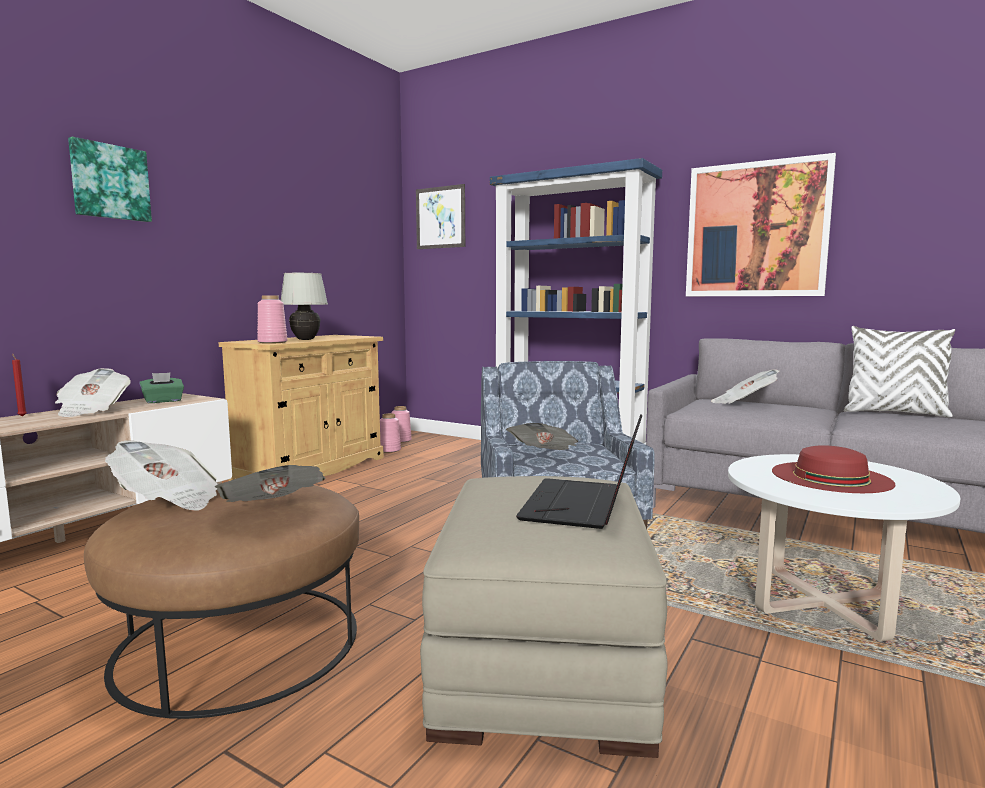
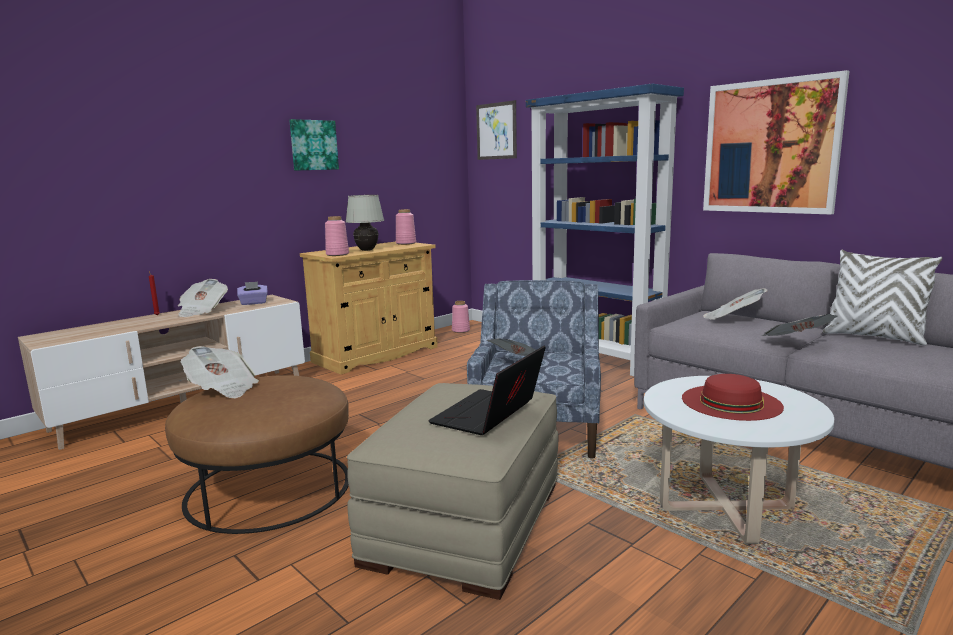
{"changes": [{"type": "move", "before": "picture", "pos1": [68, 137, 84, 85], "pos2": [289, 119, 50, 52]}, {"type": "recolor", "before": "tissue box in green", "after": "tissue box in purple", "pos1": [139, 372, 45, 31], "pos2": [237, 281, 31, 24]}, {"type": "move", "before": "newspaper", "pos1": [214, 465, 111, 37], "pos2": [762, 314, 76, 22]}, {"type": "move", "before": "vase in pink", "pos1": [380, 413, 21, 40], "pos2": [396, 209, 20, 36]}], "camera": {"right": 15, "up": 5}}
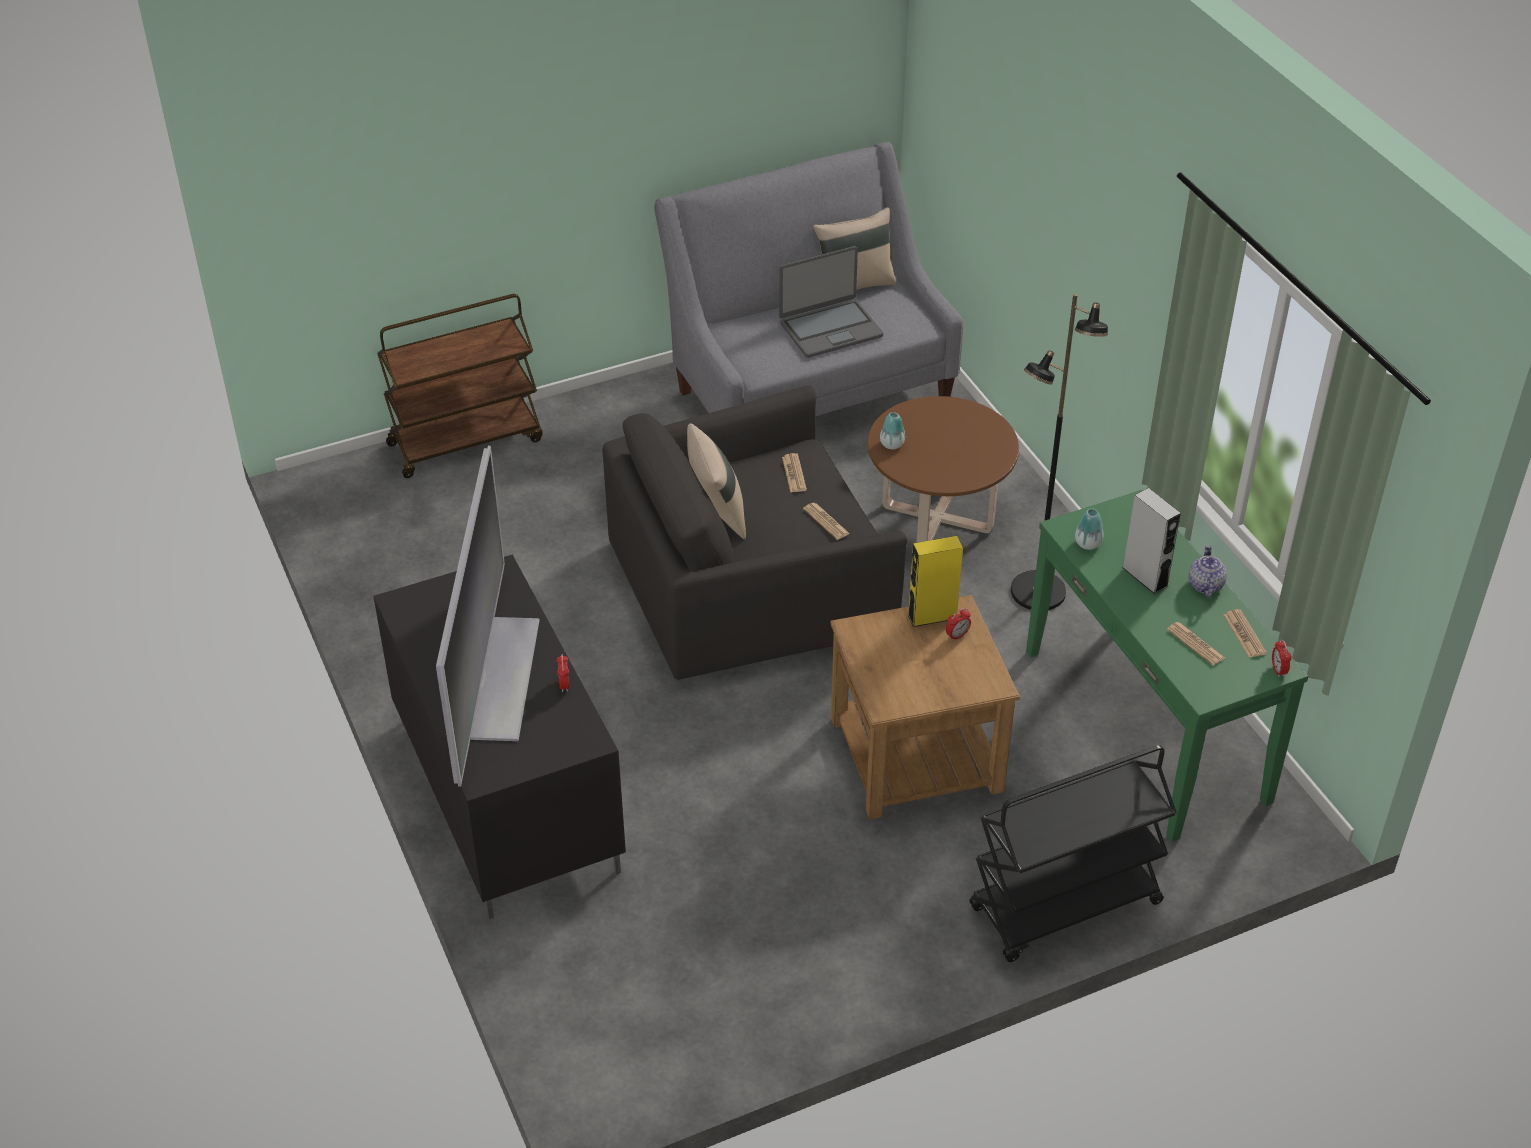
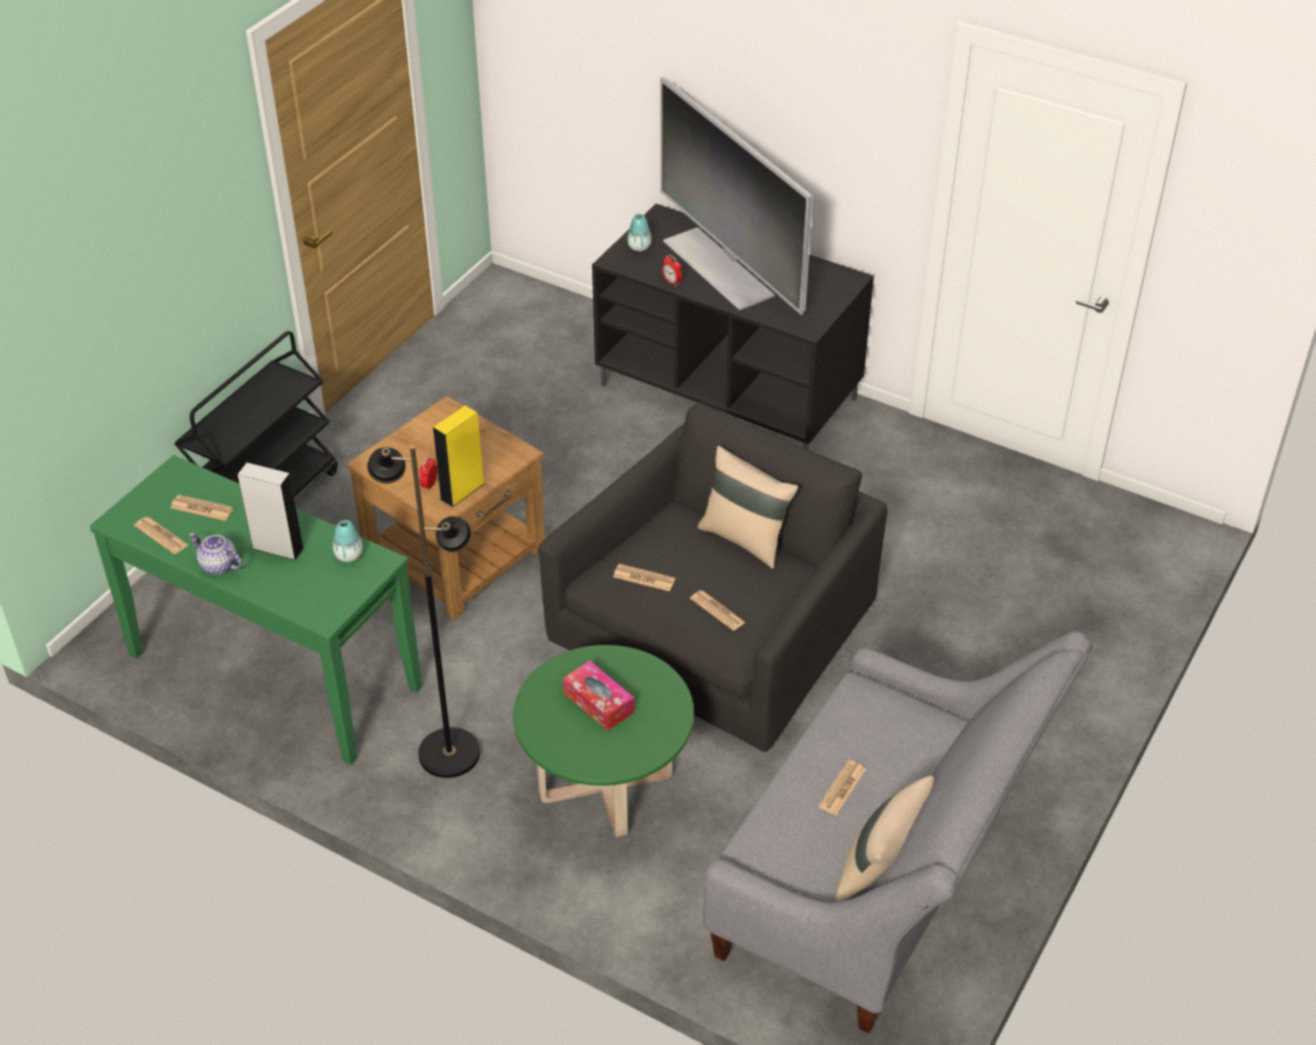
{"changes": [{"type": "delete", "before": "cart in brown", "pos1": [377, 294, 166, 184]}, {"type": "replace", "before": "laptop", "after": "newspaper", "pos1": [779, 246, 104, 112], "pos2": [818, 760, 48, 56]}, {"type": "recolor", "before": "coffee table in brown", "after": "coffee table in green", "pos1": [868, 396, 151, 147], "pos2": [513, 645, 181, 192]}, {"type": "move", "before": "vase", "pos1": [880, 412, 25, 37], "pos2": [627, 214, 24, 37]}, {"type": "rotate", "before": "teapot", "pos1": [1189, 545, 38, 52], "pos2": [189, 533, 53, 42], "turn": 150}, {"type": "delete", "before": "alarm clock", "pos1": [1272, 640, 20, 37]}, {"type": "insert", "after": "tissue box", "pos2": [563, 660, 71, 71]}], "camera": {"right": 145, "up": 0}}
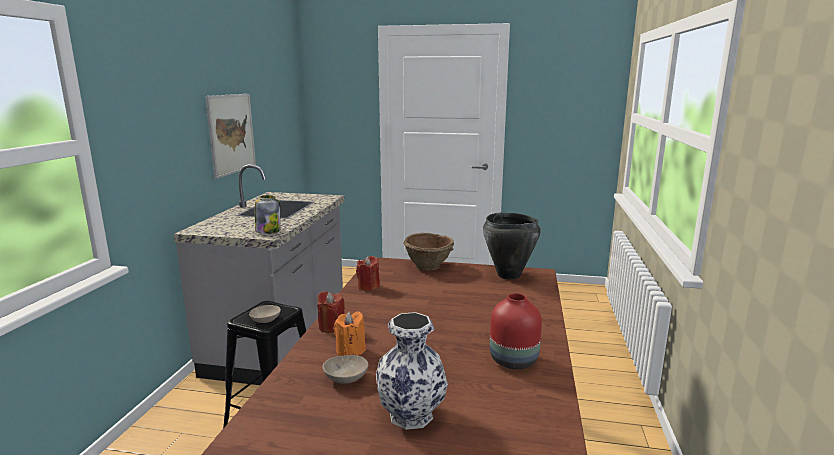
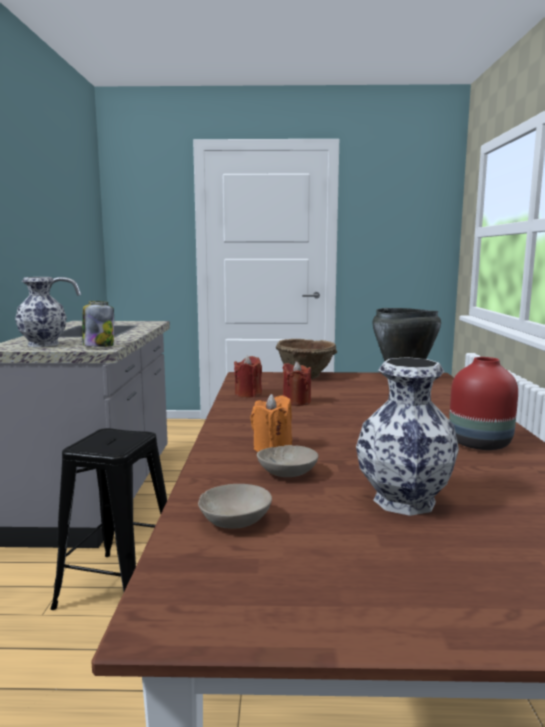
{"changes": [{"type": "delete", "before": "picture", "pos1": [205, 94, 51, 85]}, {"type": "move", "before": "bowl in beige", "pos1": [249, 305, 32, 18], "pos2": [198, 484, 74, 44]}, {"type": "move", "before": "candle in red", "pos1": [317, 291, 28, 42], "pos2": [283, 361, 28, 45]}, {"type": "insert", "after": "vase", "pos2": [15, 277, 52, 70]}], "camera": {"right": -10, "up": -5}}
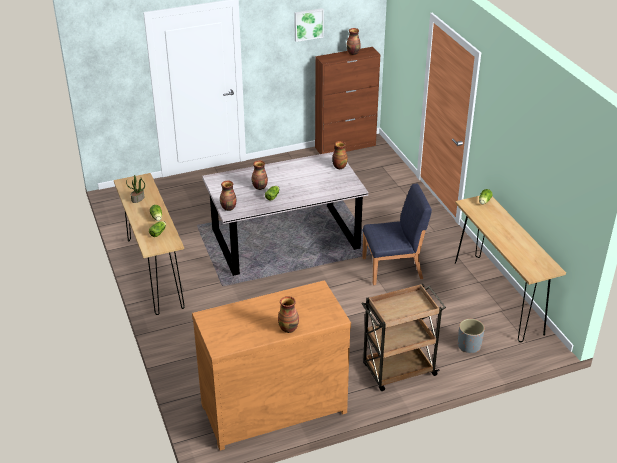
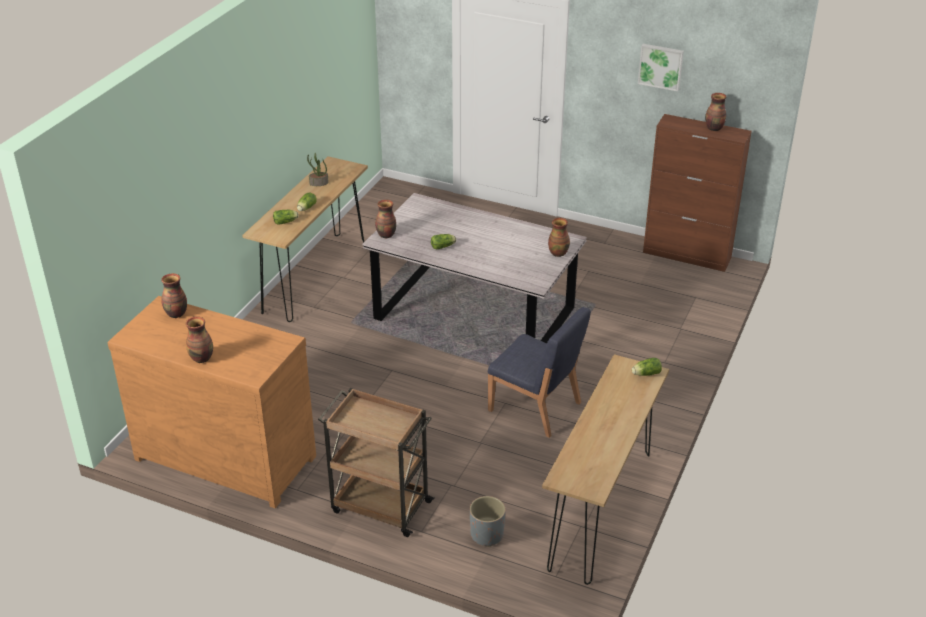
{"changes": [{"type": "move", "before": "vase", "pos1": [251, 160, 17, 30], "pos2": [161, 273, 26, 45]}], "camera": {"right": 45, "up": 0}}
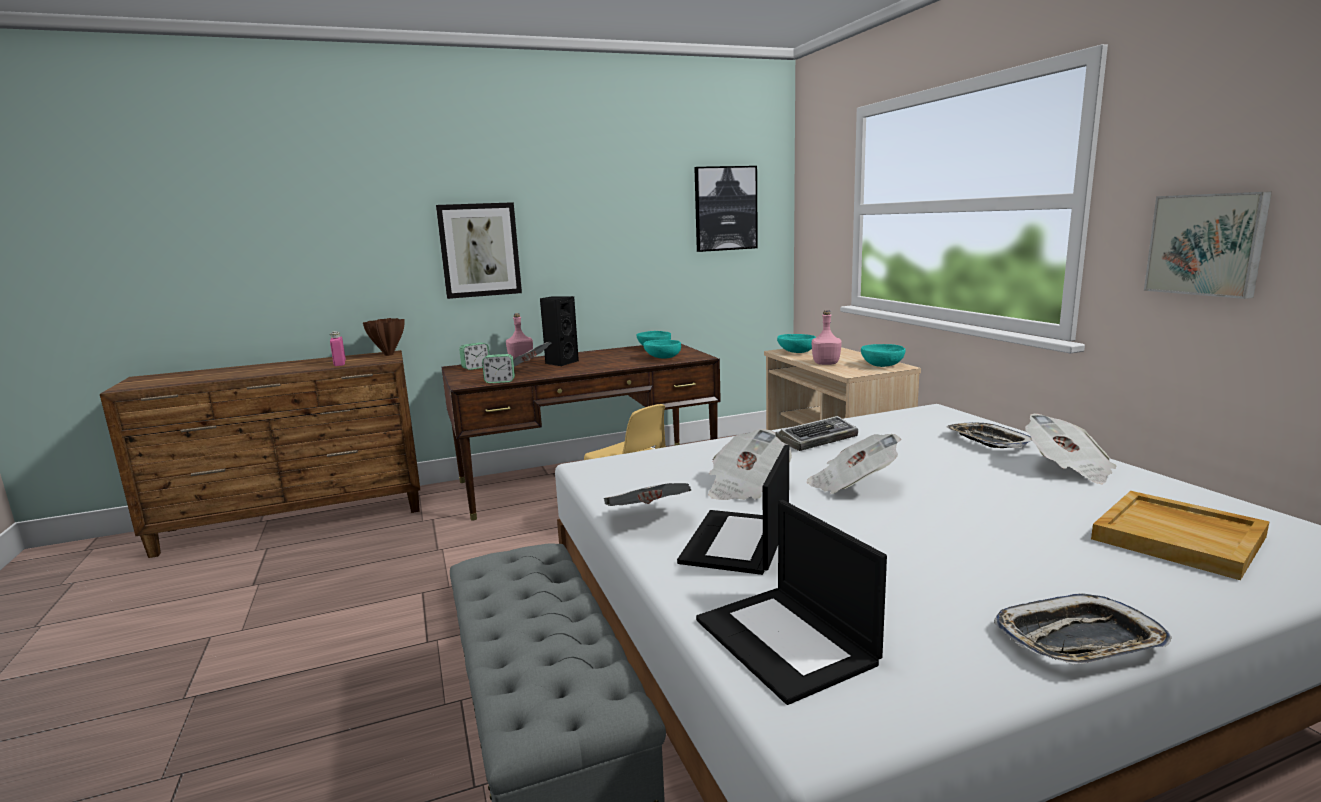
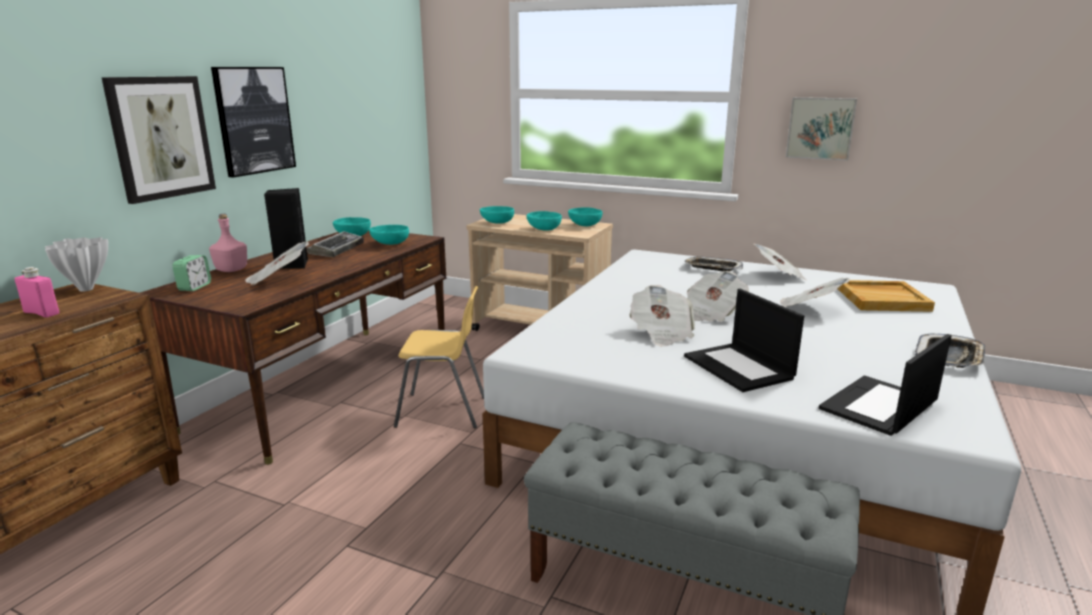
{"changes": [{"type": "recolor", "before": "vase in brown", "after": "vase in white", "pos1": [363, 318, 42, 38], "pos2": [45, 237, 63, 55]}, {"type": "delete", "before": "alarm clock", "pos1": [482, 354, 33, 29]}, {"type": "move", "before": "newspaper", "pos1": [604, 483, 87, 23], "pos2": [780, 277, 70, 30]}, {"type": "move", "before": "picture", "pos1": [694, 166, 64, 86], "pos2": [211, 67, 85, 111]}, {"type": "rotate", "before": "laptop", "pos1": [696, 500, 191, 205], "pos2": [819, 334, 132, 102], "turn": 120}, {"type": "move", "before": "keyboard", "pos1": [775, 416, 83, 35], "pos2": [307, 231, 57, 26]}, {"type": "replace", "before": "bottle in pink", "after": "bowl in turquoise", "pos1": [812, 310, 29, 55], "pos2": [527, 211, 35, 20]}], "camera": {"right": -45, "up": 5}}
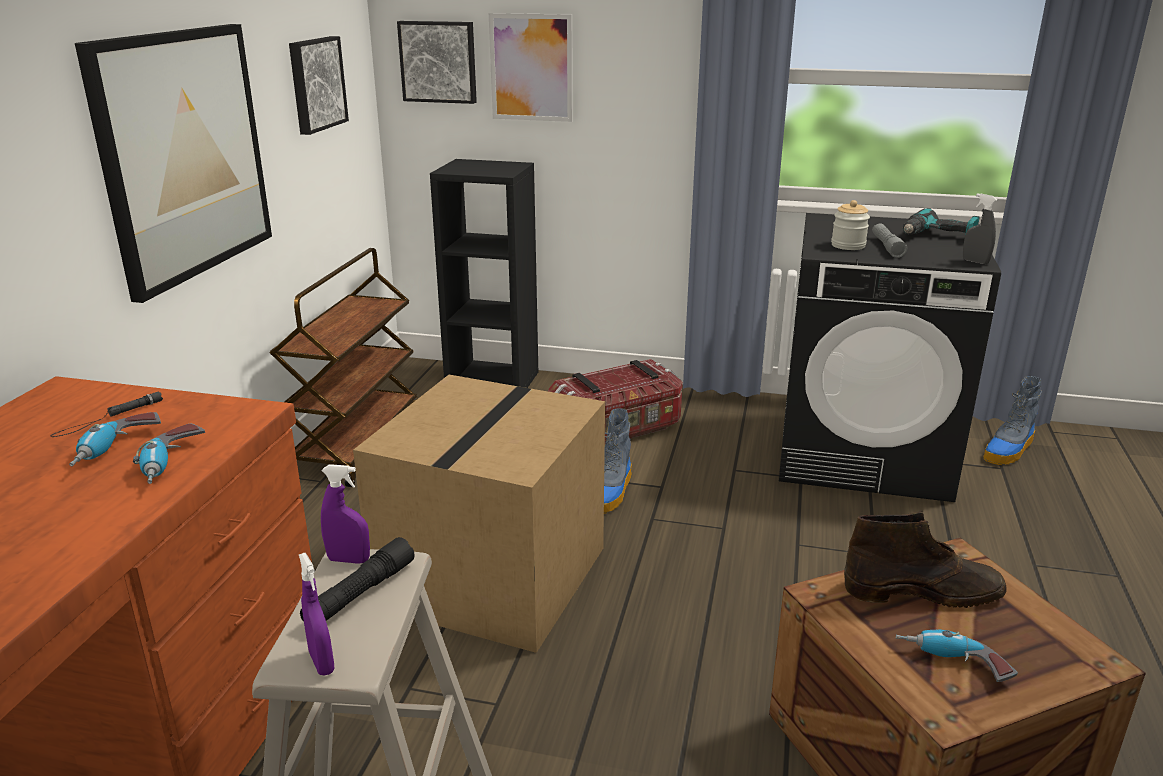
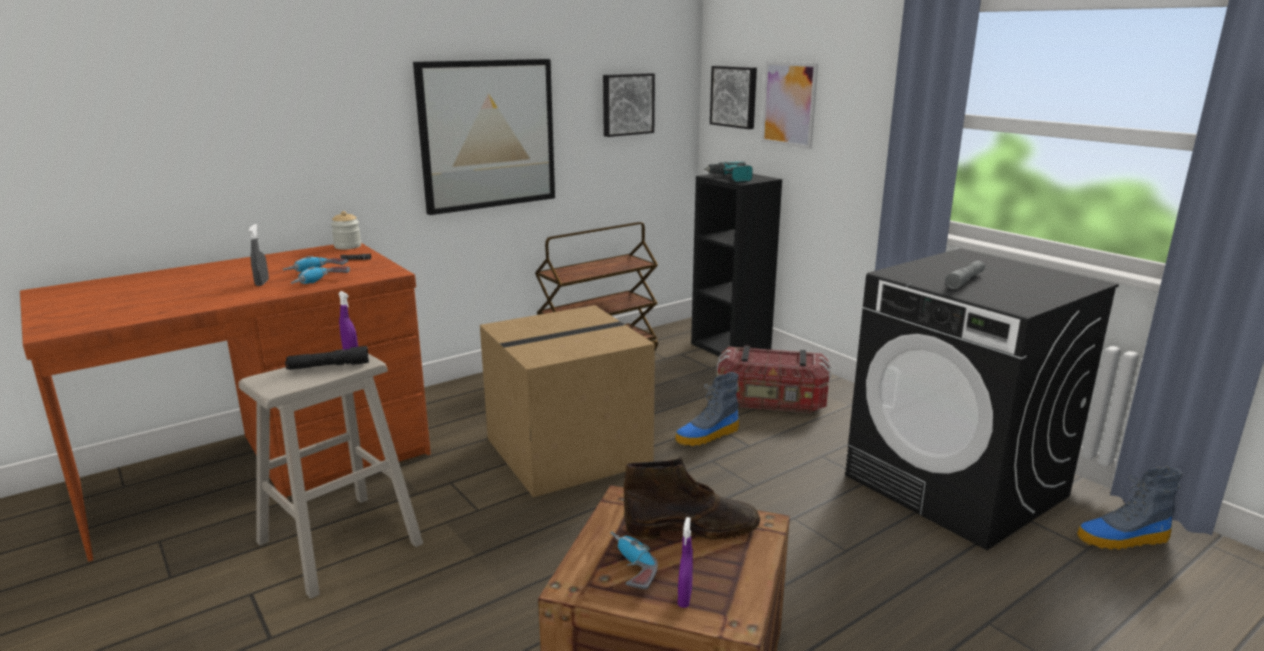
{"changes": [{"type": "move", "before": "spray bottle in purple", "pos1": [299, 553, 35, 123], "pos2": [678, 517, 15, 91]}, {"type": "move", "before": "jar", "pos1": [831, 200, 39, 50], "pos2": [331, 211, 30, 38]}, {"type": "rotate", "before": "boot in brown", "pos1": [844, 510, 163, 98], "pos2": [624, 457, 136, 83], "turn": -45}, {"type": "move", "before": "power drill", "pos1": [903, 208, 76, 27], "pos2": [704, 161, 49, 21]}, {"type": "move", "before": "spray bottle in grey", "pos1": [963, 193, 34, 72], "pos2": [249, 224, 20, 62]}], "camera": {"right": 40, "up": -5}}
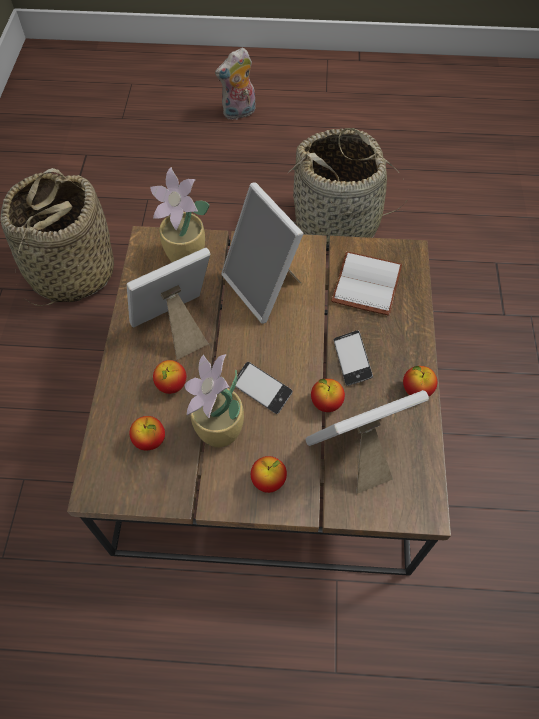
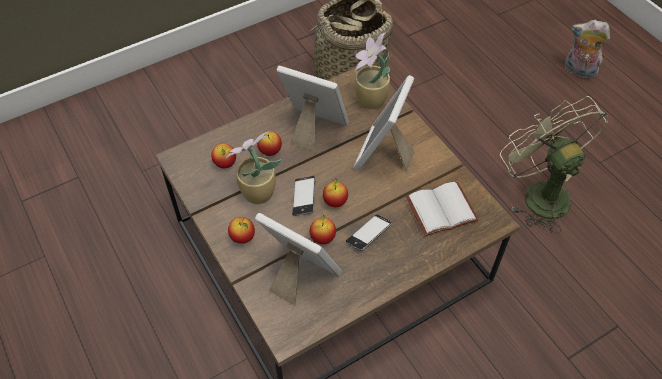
{"changes": [{"type": "replace", "before": "basket", "after": "fan in green", "pos1": [283, 128, 126, 124], "pos2": [500, 96, 108, 137]}, {"type": "move", "before": "apple", "pos1": [403, 366, 34, 30], "pos2": [323, 179, 25, 28]}], "camera": {"right": 55, "up": -5}}
